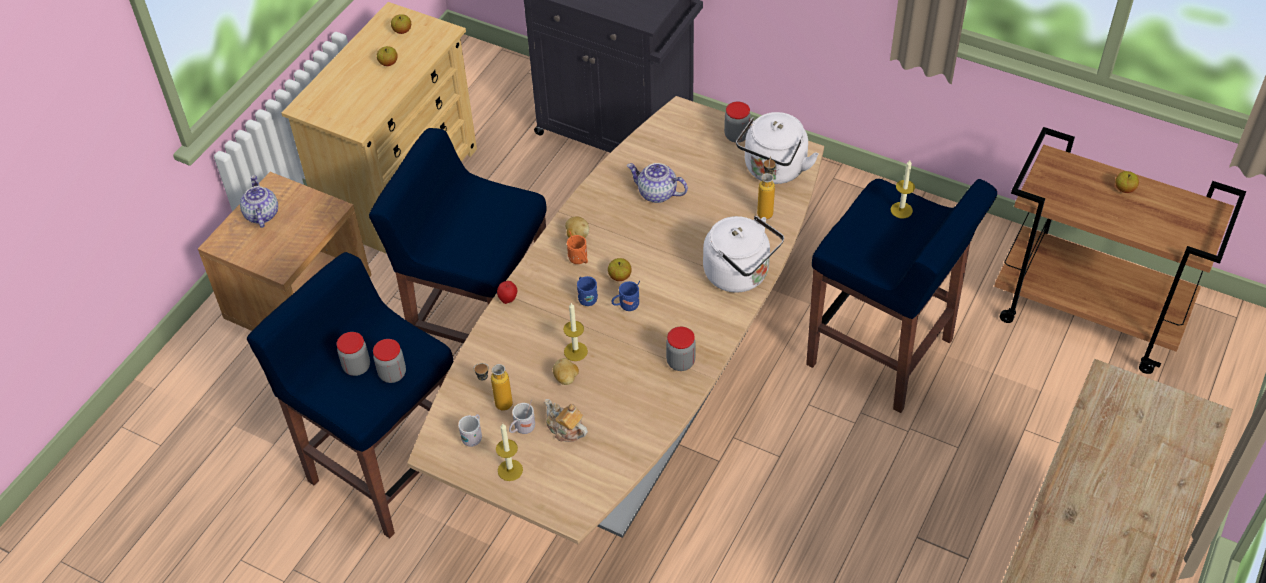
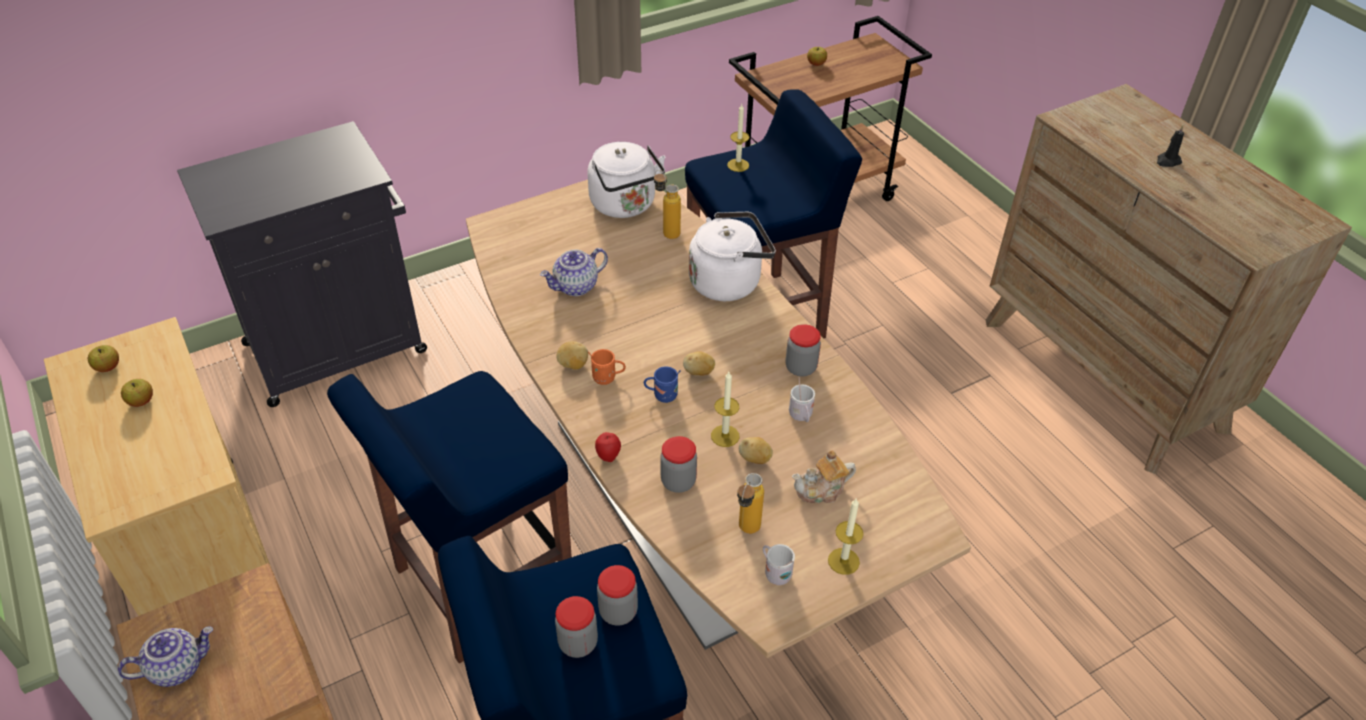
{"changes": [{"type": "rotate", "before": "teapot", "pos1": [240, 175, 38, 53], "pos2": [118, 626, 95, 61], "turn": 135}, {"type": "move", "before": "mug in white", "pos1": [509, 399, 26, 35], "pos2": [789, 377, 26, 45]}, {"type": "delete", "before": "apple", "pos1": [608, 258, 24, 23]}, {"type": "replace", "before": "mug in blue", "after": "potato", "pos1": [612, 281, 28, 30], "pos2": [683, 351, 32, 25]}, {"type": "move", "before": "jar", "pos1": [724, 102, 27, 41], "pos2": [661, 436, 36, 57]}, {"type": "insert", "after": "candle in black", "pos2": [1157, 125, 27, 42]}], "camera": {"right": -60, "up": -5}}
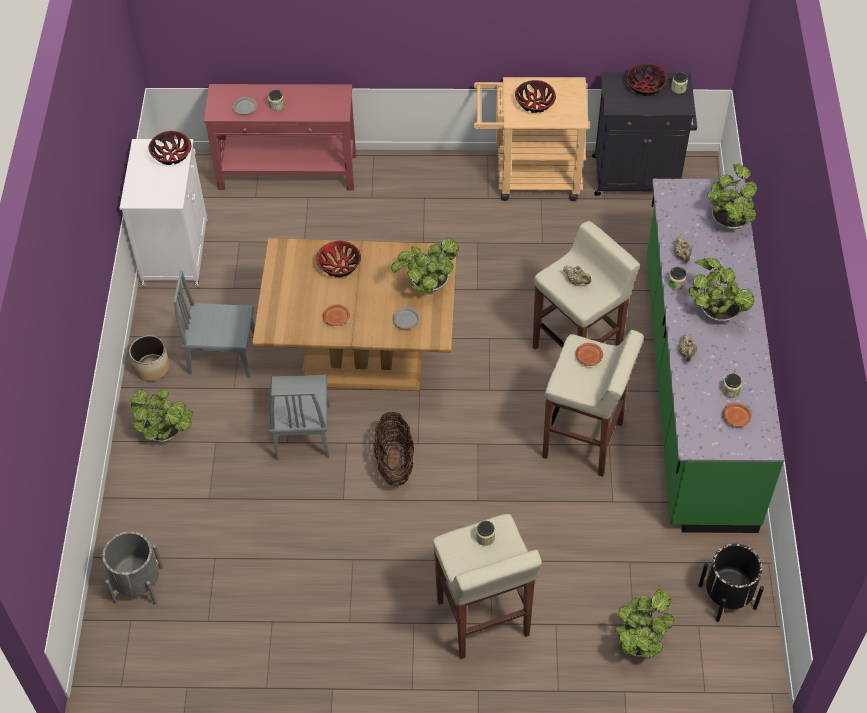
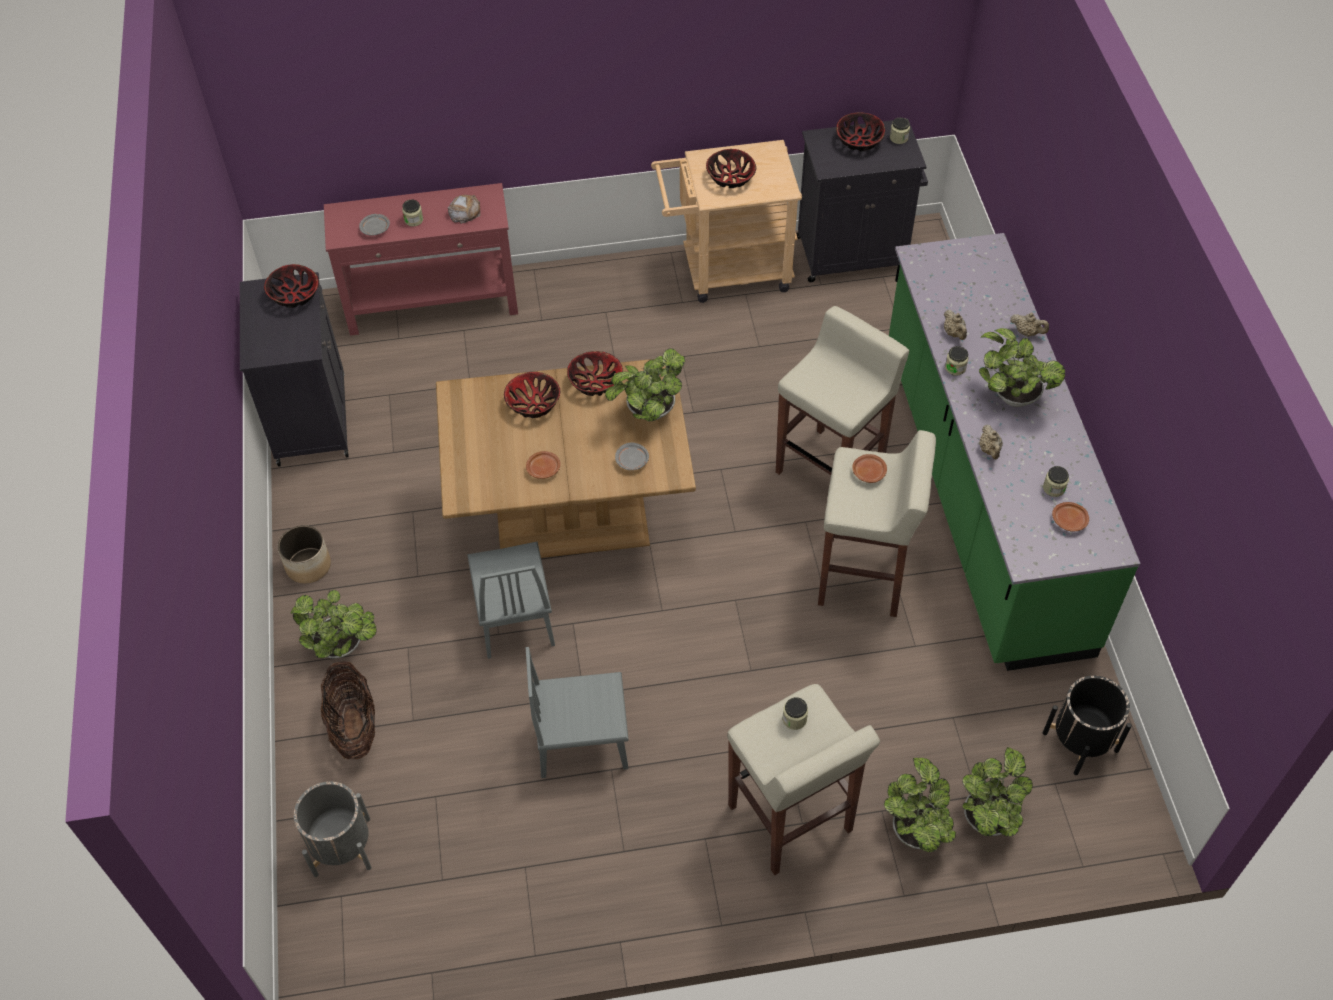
{"changes": [{"type": "recolor", "before": "cabinet in white", "after": "cabinet in black", "pos1": [120, 139, 87, 148], "pos2": [240, 272, 109, 195]}, {"type": "move", "before": "chair in grey", "pos1": [173, 271, 82, 106], "pos2": [526, 647, 103, 131]}, {"type": "move", "before": "basket", "pos1": [374, 412, 40, 74], "pos2": [321, 661, 54, 98]}, {"type": "move", "before": "teapot in beige", "pos1": [563, 265, 28, 20], "pos2": [1010, 312, 39, 25]}, {"type": "move", "before": "potted plant", "pos1": [707, 163, 50, 68], "pos2": [884, 758, 72, 94]}, {"type": "insert", "after": "bread", "pos2": [448, 195, 33, 29]}, {"type": "insert", "after": "bowl", "pos2": [567, 351, 56, 45]}], "camera": {"right": -10, "up": 0}}
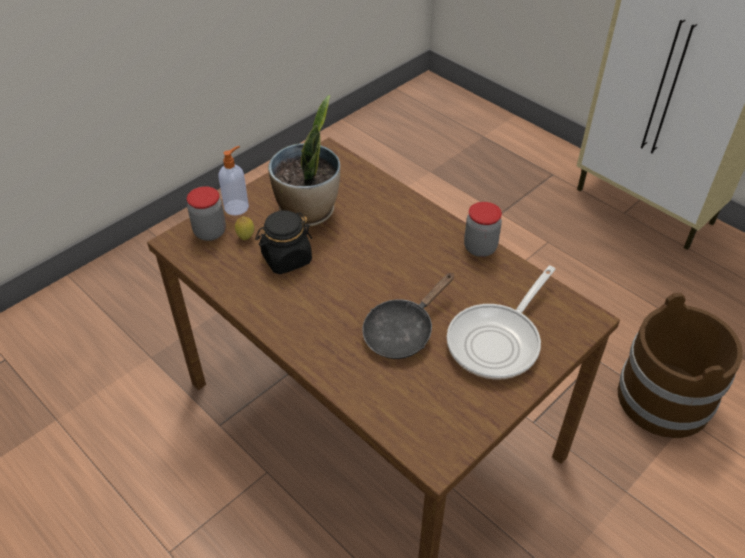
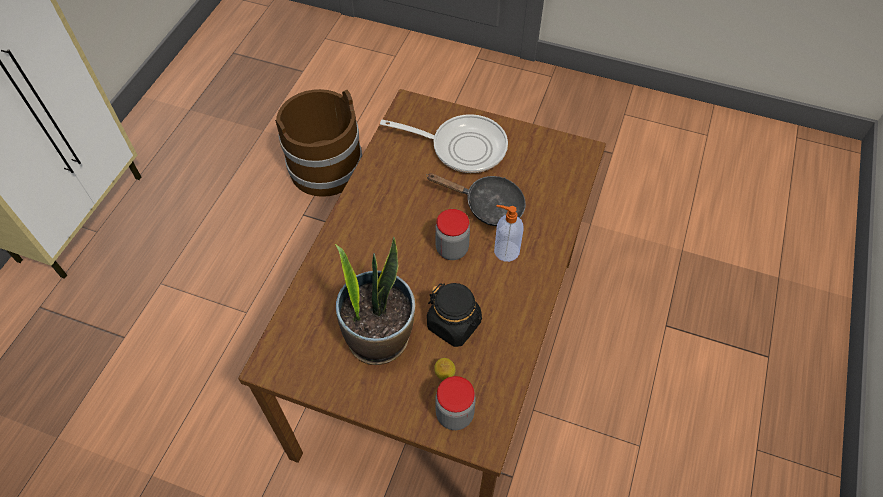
{"changes": [{"type": "move", "before": "soap dispenser", "pos1": [218, 146, 31, 69], "pos2": [494, 205, 30, 57]}, {"type": "move", "before": "jar", "pos1": [464, 202, 38, 55], "pos2": [435, 209, 35, 51]}], "camera": {"right": -115, "up": 10}}
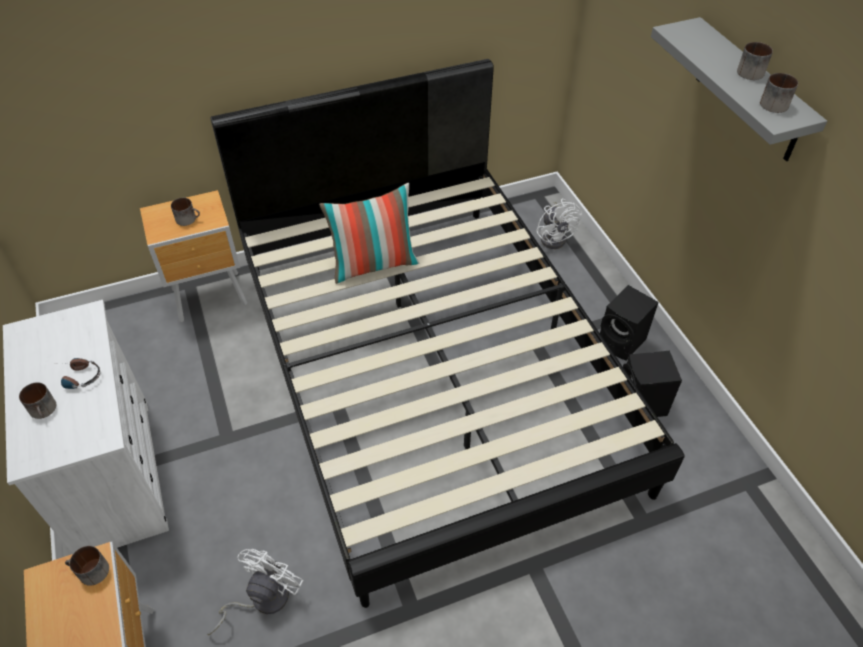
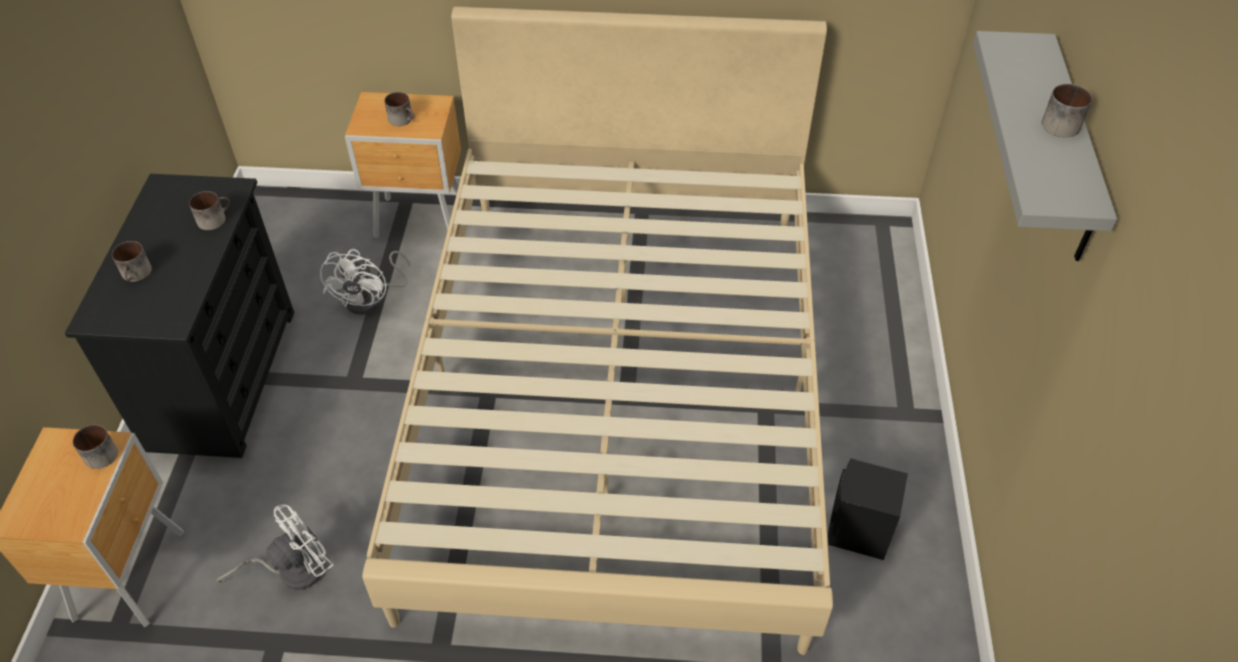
{"changes": [{"type": "recolor", "before": "dresser in white", "after": "dresser in black", "pos1": [3, 300, 166, 254], "pos2": [65, 174, 229, 284]}, {"type": "delete", "before": "headphones", "pos1": [54, 358, 46, 31]}, {"type": "recolor", "before": "bed in black", "after": "bed in beige", "pos1": [210, 59, 474, 549], "pos2": [362, 6, 471, 649]}, {"type": "delete", "before": "pillow", "pos1": [319, 183, 100, 101]}, {"type": "move", "before": "fan in white", "pos1": [536, 199, 46, 50], "pos2": [320, 249, 90, 66]}, {"type": "delete", "before": "speaker in black", "pos1": [600, 285, 59, 76]}, {"type": "move", "before": "mug", "pos1": [760, 73, 38, 40], "pos2": [189, 191, 41, 39]}], "camera": {"right": 25, "up": 0}}
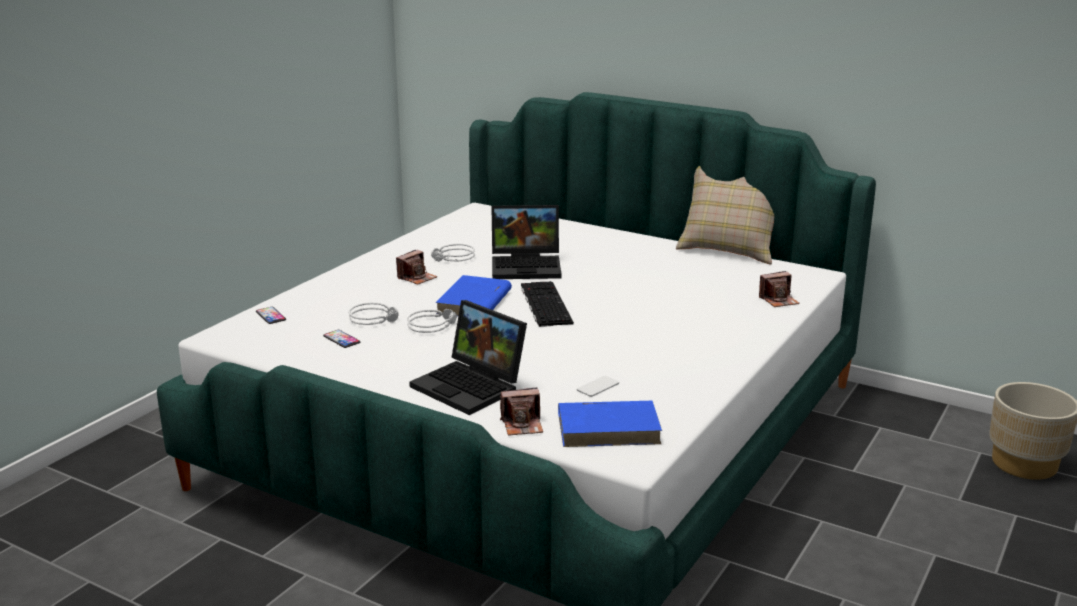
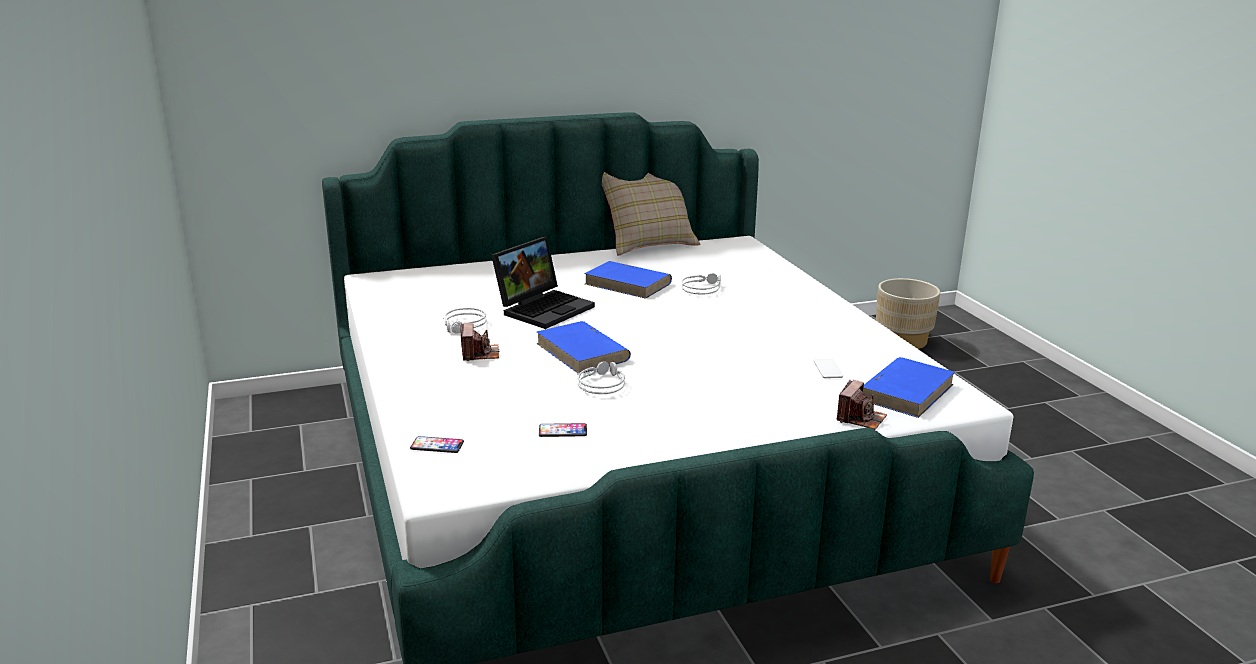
{"changes": [{"type": "move", "before": "headphones in grey", "pos1": [349, 303, 50, 22], "pos2": [681, 273, 40, 22]}, {"type": "delete", "before": "laptop", "pos1": [409, 300, 118, 115]}, {"type": "delete", "before": "keyboard", "pos1": [521, 281, 53, 46]}, {"type": "delete", "before": "photo camera", "pos1": [759, 271, 41, 36]}, {"type": "insert", "after": "book in blue", "pos2": [584, 261, 88, 38]}], "camera": {"right": -50, "up": 0}}
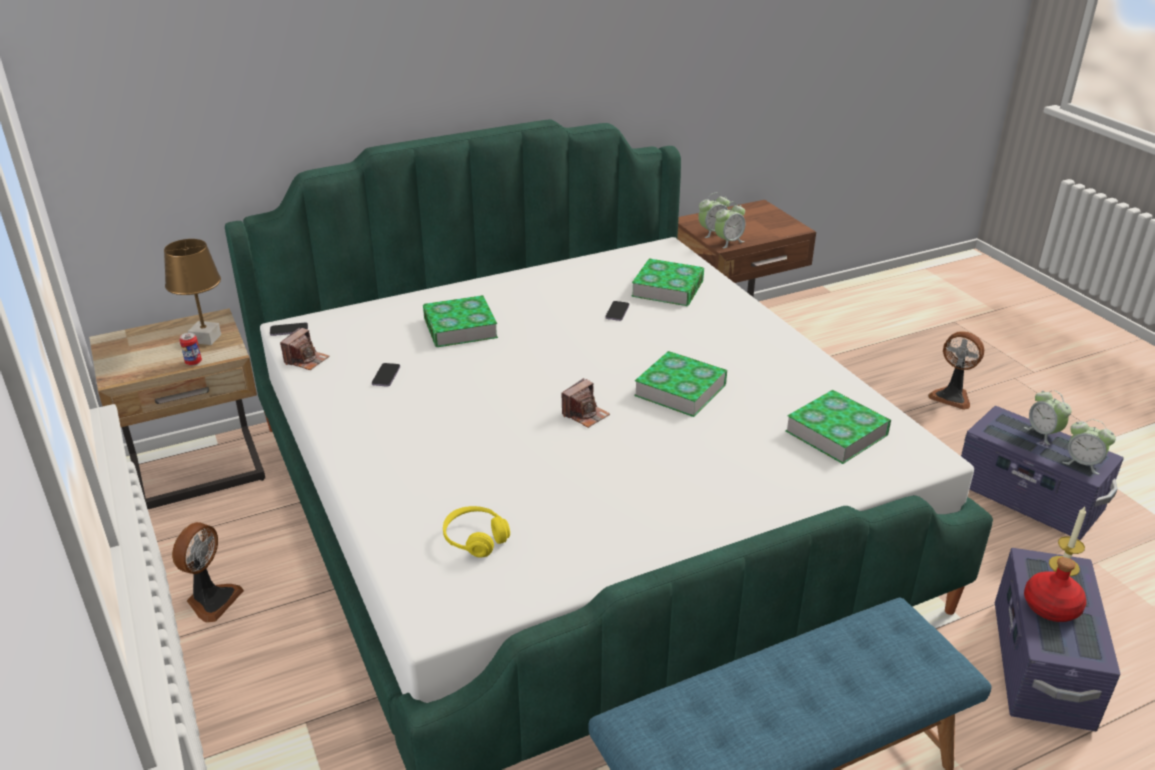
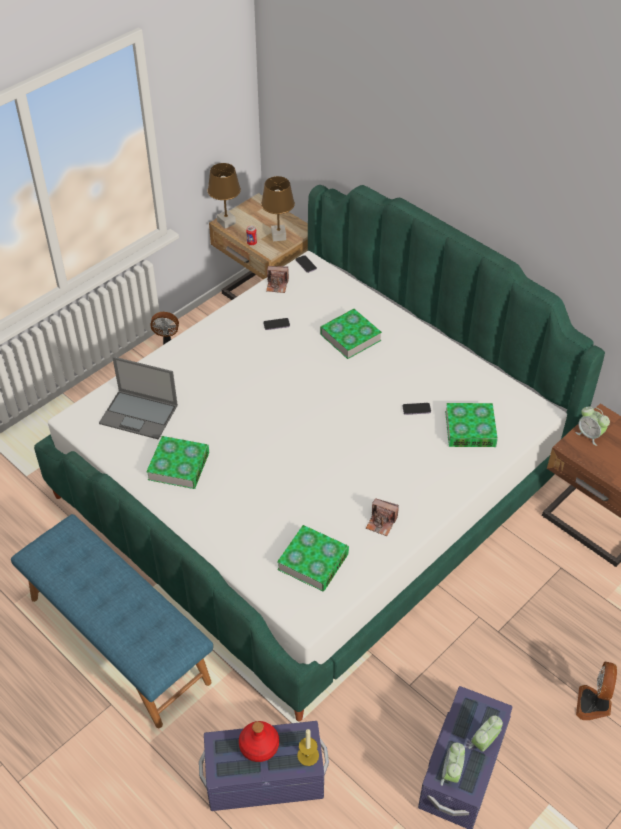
{"changes": [{"type": "replace", "before": "headphones in yellow", "after": "laptop", "pos1": [443, 506, 67, 51], "pos2": [99, 356, 79, 84]}, {"type": "move", "before": "photo camera", "pos1": [561, 378, 49, 50], "pos2": [366, 498, 33, 38]}, {"type": "move", "before": "book", "pos1": [634, 351, 93, 66], "pos2": [146, 436, 63, 53]}, {"type": "delete", "before": "alarm clock", "pos1": [715, 202, 30, 46]}, {"type": "insert", "after": "table lamp in brown", "pos2": [208, 163, 33, 66]}], "camera": {"right": 70, "up": 15}}
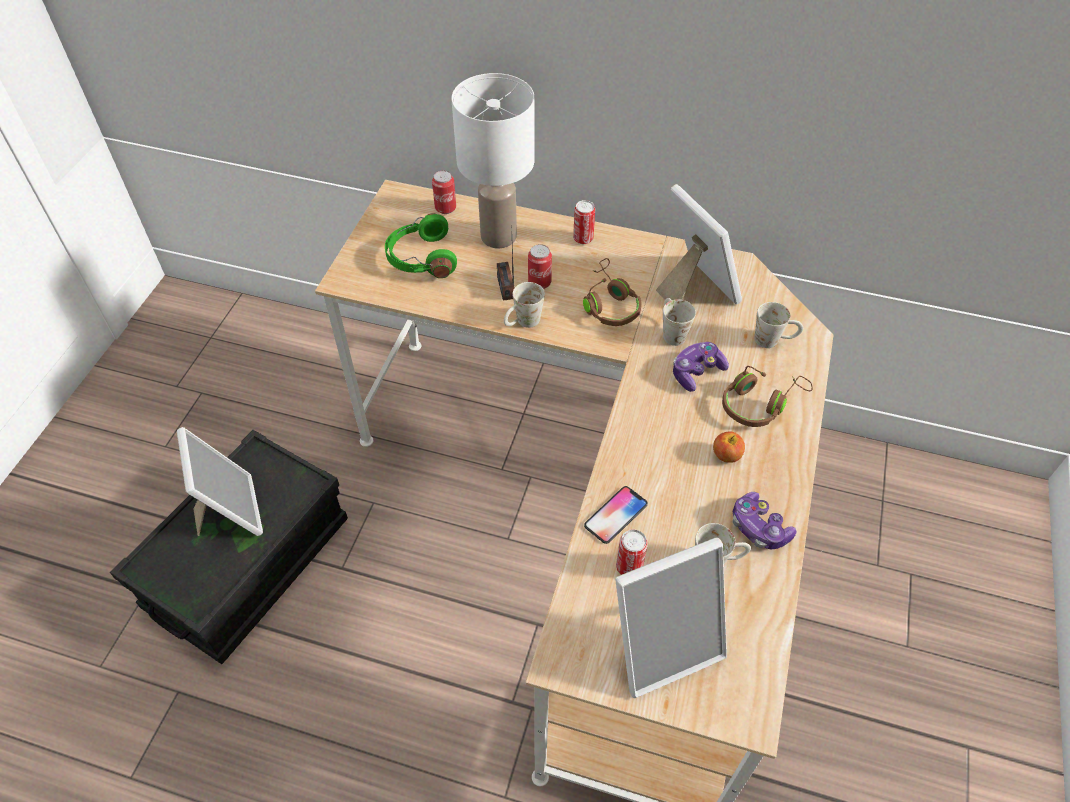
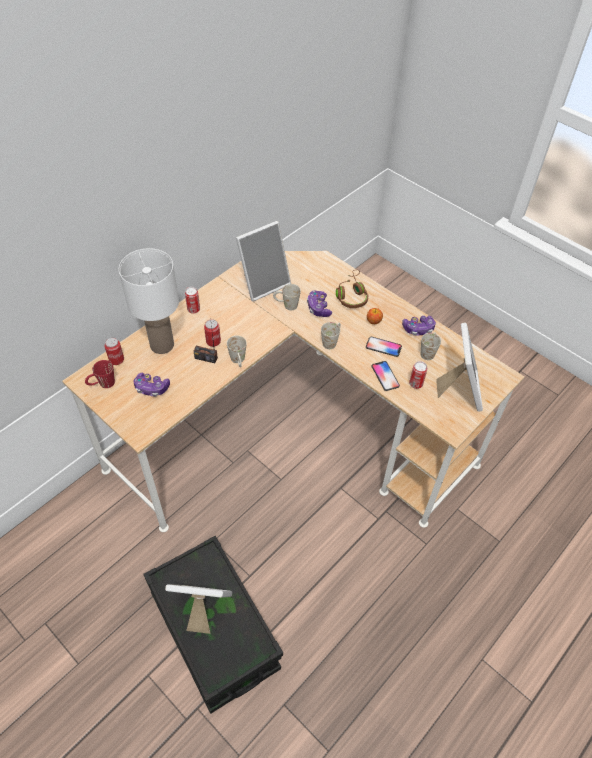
{"changes": [{"type": "replace", "before": "headphones in green", "after": "game controller", "pos1": [385, 213, 72, 65], "pos2": [134, 372, 36, 25]}, {"type": "delete", "before": "headphones in brown", "pos1": [583, 258, 59, 68]}, {"type": "rotate", "before": "picture frame", "pos1": [656, 184, 86, 120], "pos2": [236, 221, 55, 80], "turn": 150}, {"type": "move", "before": "mug in white", "pos1": [755, 302, 48, 46], "pos2": [321, 322, 20, 27]}, {"type": "insert", "after": "mug in red", "pos2": [85, 360, 30, 28]}, {"type": "insert", "after": "phone", "pos2": [366, 337, 36, 20]}], "camera": {"right": -65, "up": 0}}
